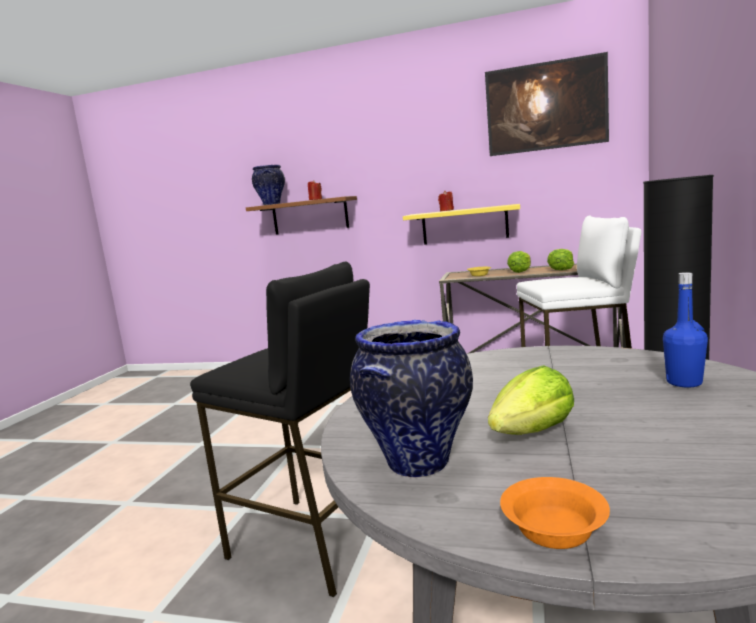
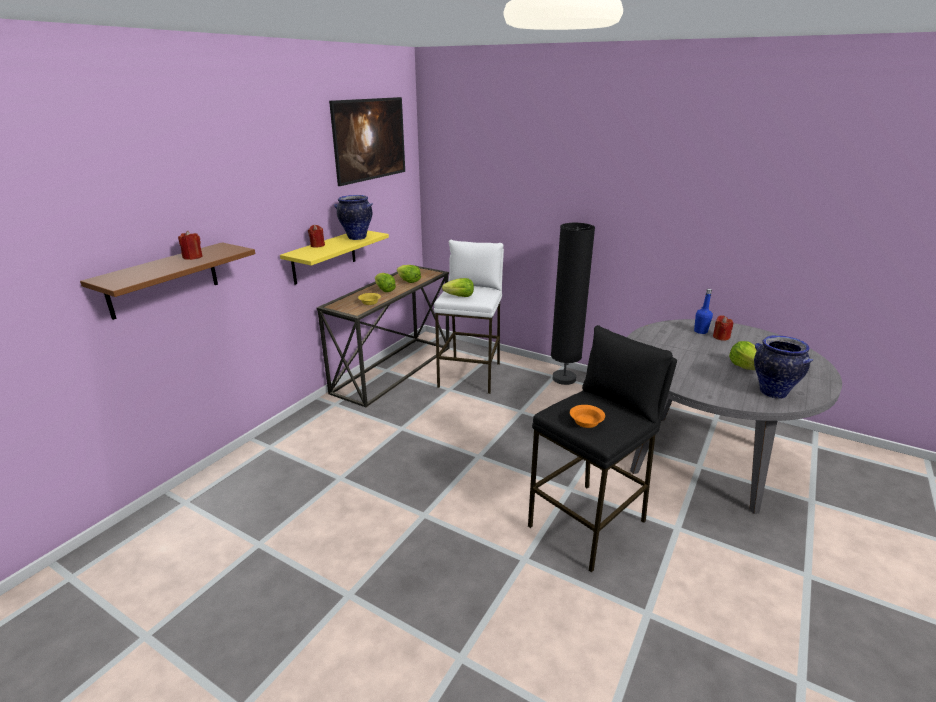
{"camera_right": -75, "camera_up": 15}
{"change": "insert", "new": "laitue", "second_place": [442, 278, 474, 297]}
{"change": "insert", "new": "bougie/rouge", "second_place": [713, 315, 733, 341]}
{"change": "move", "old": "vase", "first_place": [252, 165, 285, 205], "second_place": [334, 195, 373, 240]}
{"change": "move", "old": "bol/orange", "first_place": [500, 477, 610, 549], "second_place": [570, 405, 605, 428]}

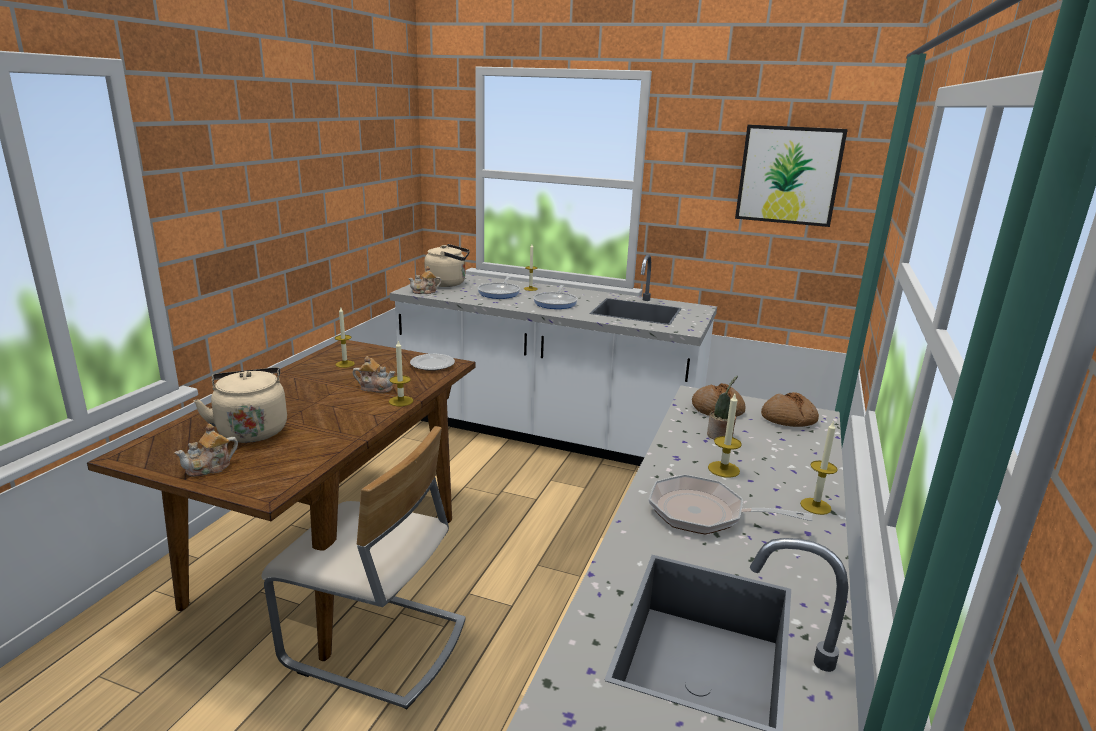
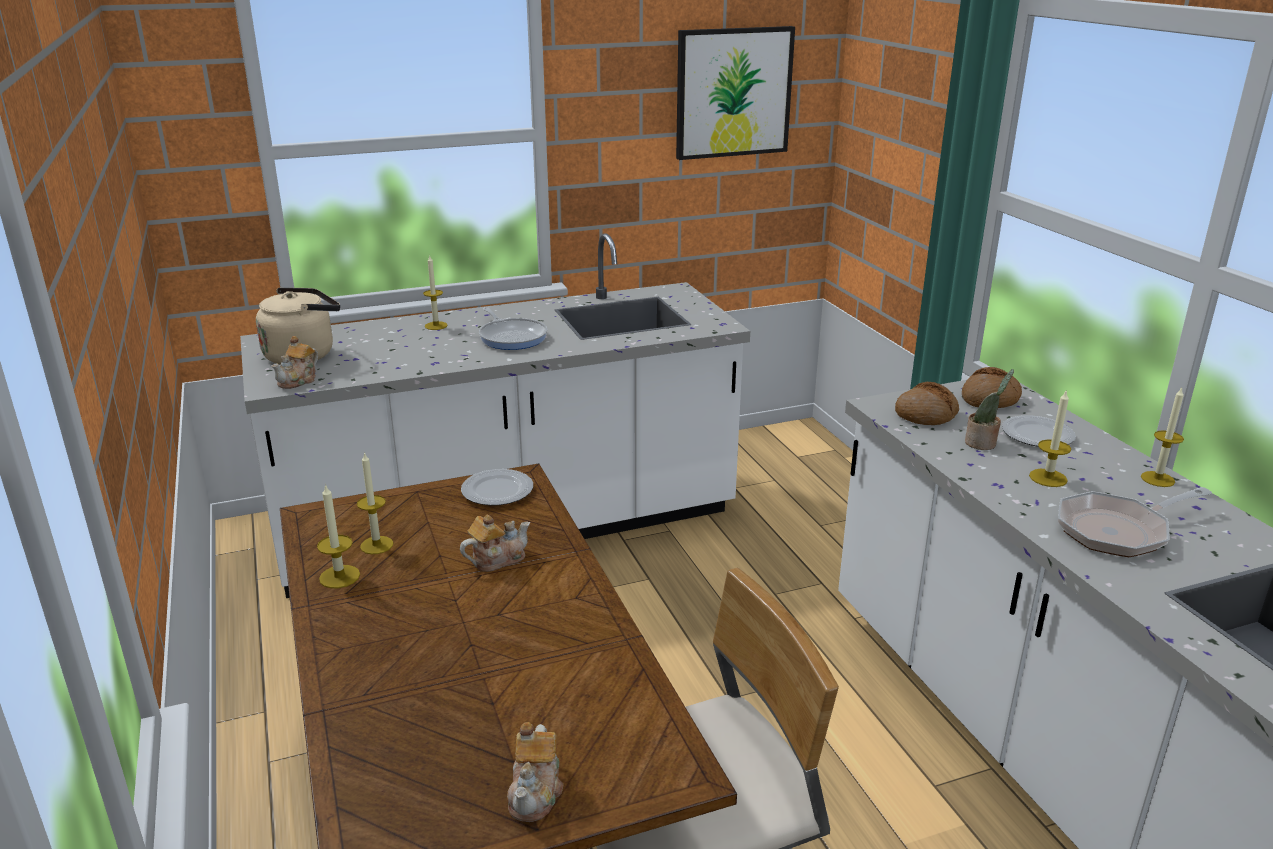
{"camera_right": -40, "camera_up": 5}
{"change": "delete", "old": "bouilloire/beige", "first_place": [193, 367, 287, 443]}
{"change": "delete", "old": "poêle", "first_place": [478, 276, 520, 299]}
{"change": "insert", "new": "assiette", "second_place": [1002, 415, 1076, 447]}
{"change": "move", "old": "bougie", "first_place": [389, 341, 413, 406], "second_place": [317, 484, 360, 588]}

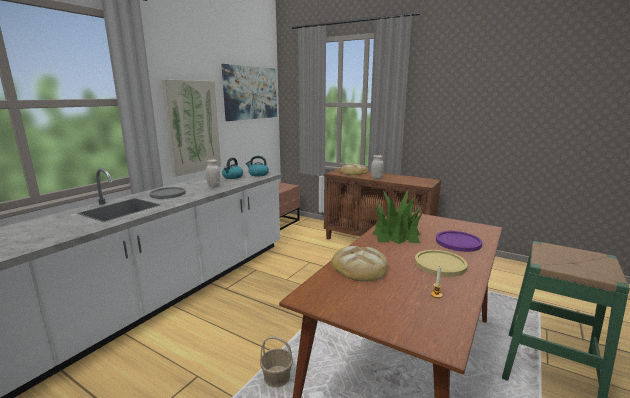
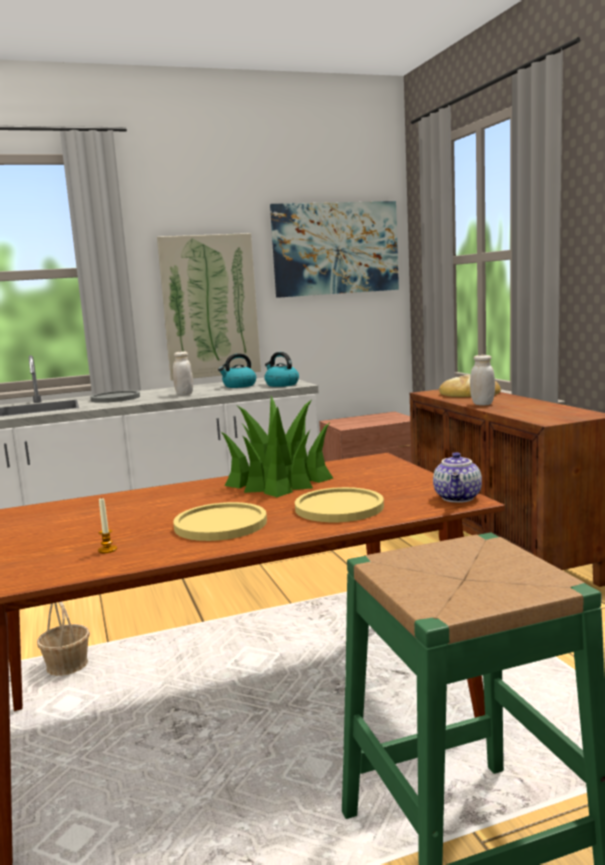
{"camera_right": 40, "camera_up": -5}
{"change": "delete", "old": "pain", "first_place": [331, 246, 388, 282]}
{"change": "insert", "new": "théière", "second_place": [433, 452, 482, 503]}
{"change": "recolor", "old": "assiette/violet", "new": "assiette/jaune", "first_place": [436, 231, 482, 252], "second_place": [295, 487, 384, 522]}

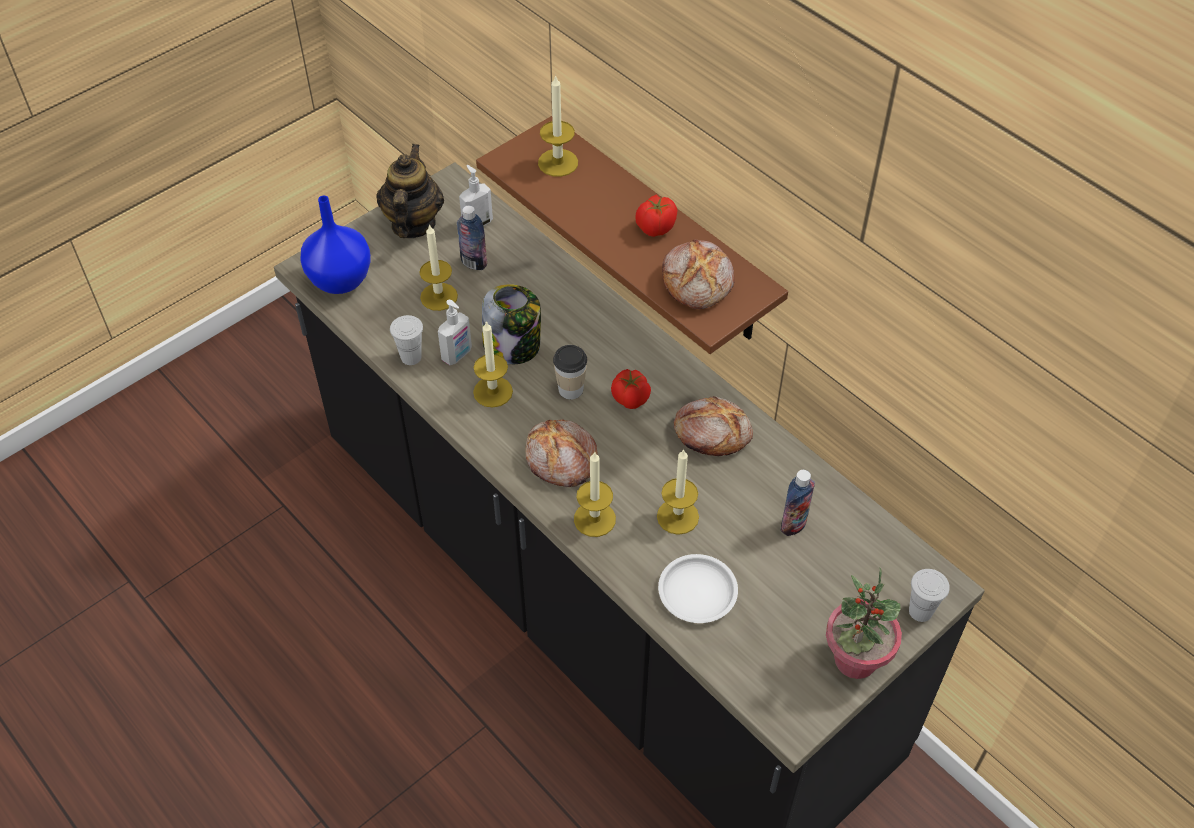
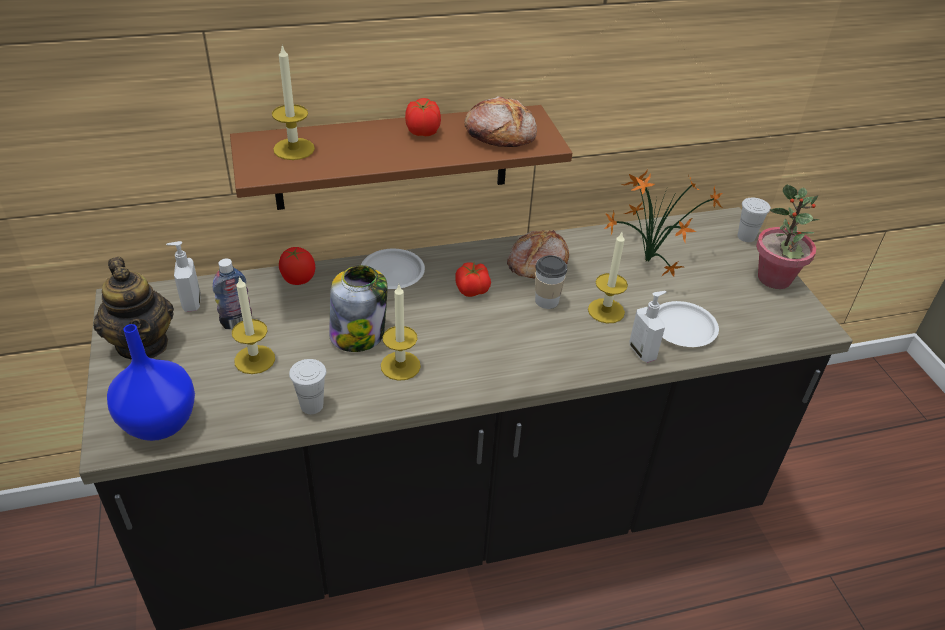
{"camera_right": -65, "camera_up": -10}
{"change": "delete", "old": "pain", "first_place": [526, 419, 598, 487]}
{"change": "delete", "old": "bougie", "first_place": [574, 451, 616, 537]}
{"change": "insert", "new": "tomate", "second_place": [279, 247, 315, 285]}
{"change": "insert", "new": "assiette/blanc", "second_place": [361, 249, 425, 289]}
{"change": "move", "old": "distributeur de savon", "first_place": [438, 300, 472, 365], "second_place": [629, 291, 667, 363]}
{"change": "move", "old": "tasse", "first_place": [553, 345, 587, 400], "second_place": [535, 255, 567, 309]}
{"change": "replace", "old": "bouteille", "new": "plante en pot", "first_place": [781, 470, 815, 536], "second_place": [604, 170, 723, 277]}
{"change": "rotate", "old": "théière", "first_place": [376, 144, 444, 238], "second_place": [93, 257, 174, 360], "degrees": -150}

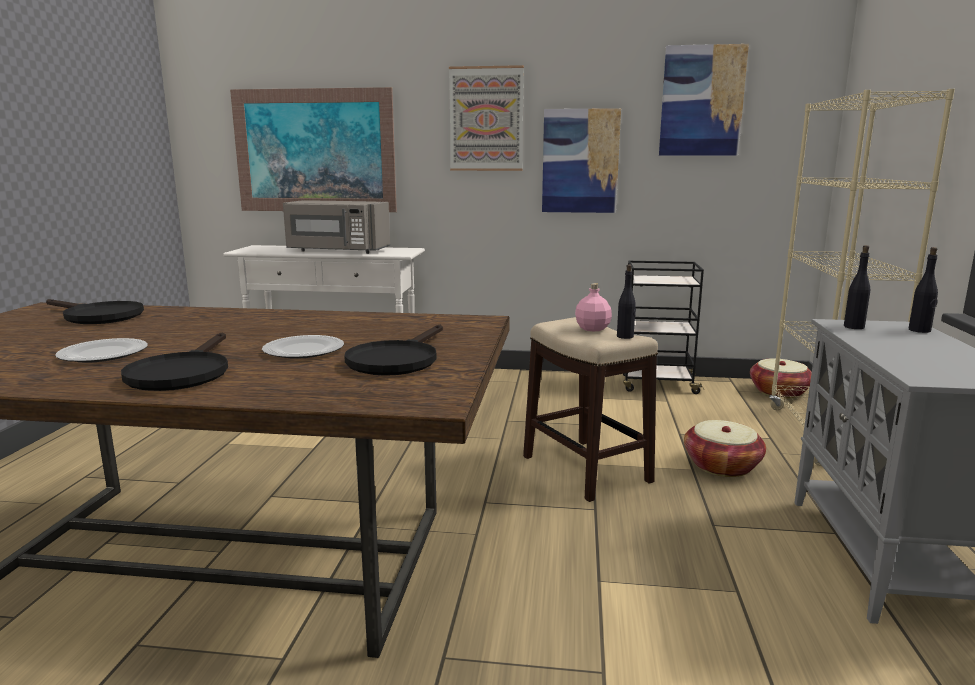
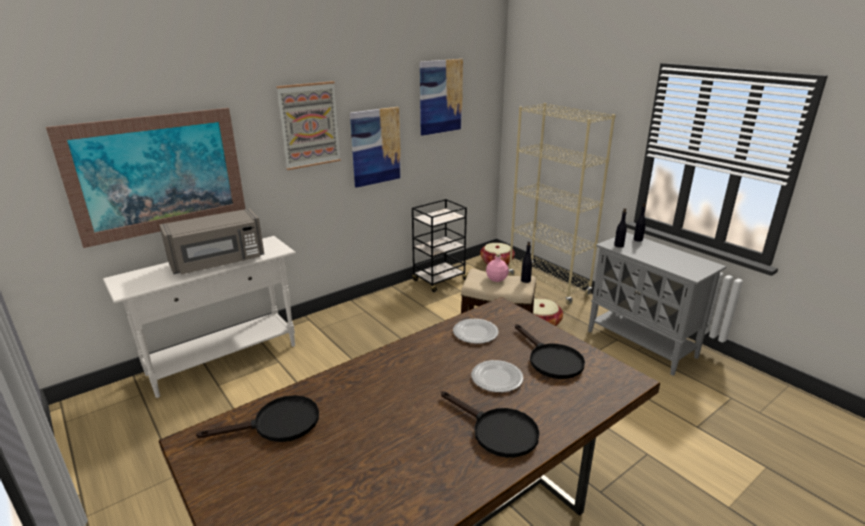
{"camera_right": -45, "camera_up": 10}
{"change": "move", "old": "assiette", "first_place": [55, 338, 148, 363], "second_place": [453, 319, 498, 344]}

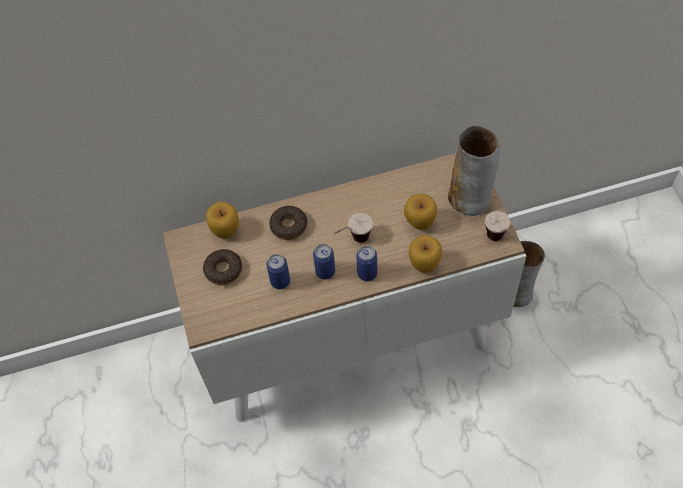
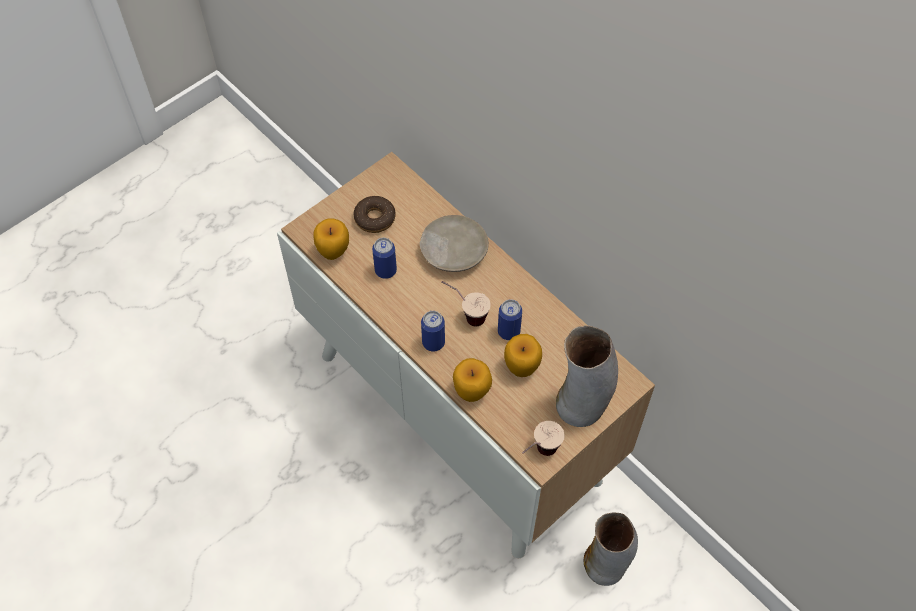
{"camera_right": 60, "camera_up": 0}
{"change": "move", "old": "pomme", "first_place": [206, 202, 239, 239], "second_place": [313, 218, 349, 260]}
{"change": "move", "old": "boîte métallique", "first_place": [313, 244, 335, 279], "second_place": [498, 299, 522, 340]}
{"change": "replace", "old": "beignet", "new": "assiette/beige", "first_place": [269, 206, 307, 240], "second_place": [420, 215, 489, 272]}

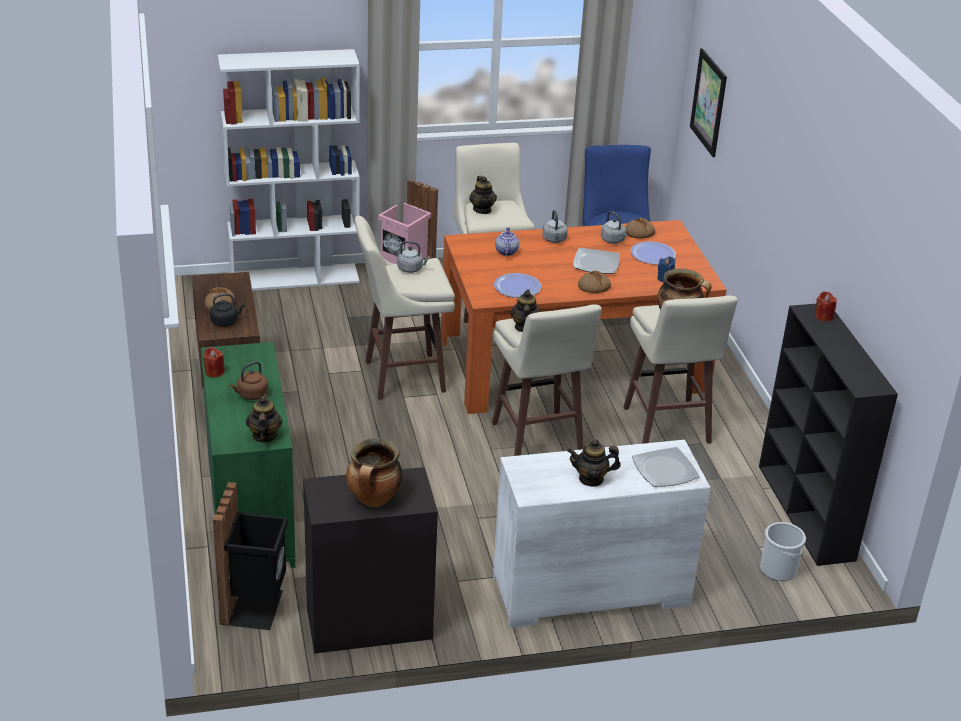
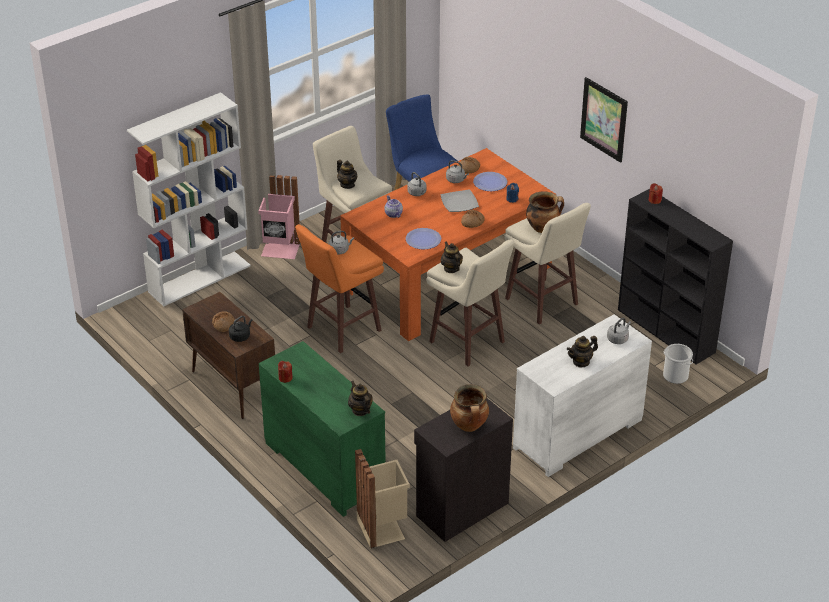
{"camera_right": -25, "camera_up": 5}
{"change": "delete", "old": "bouilloire/marron", "first_place": [230, 361, 268, 400]}
{"change": "move", "old": "tableau", "first_place": [690, 48, 727, 157], "second_place": [580, 77, 628, 163]}
{"change": "replace", "old": "assiette", "new": "bouilloire/gris", "first_place": [632, 447, 700, 487], "second_place": [607, 318, 631, 344]}
{"change": "recolor", "old": "poubelle/noir", "new": "poubelle/beige", "first_place": [213, 482, 288, 630], "second_place": [355, 449, 410, 549]}
{"change": "recolor", "old": "tabouret/beige", "new": "tabouret/orange", "first_place": [355, 216, 455, 400], "second_place": [295, 224, 384, 353]}

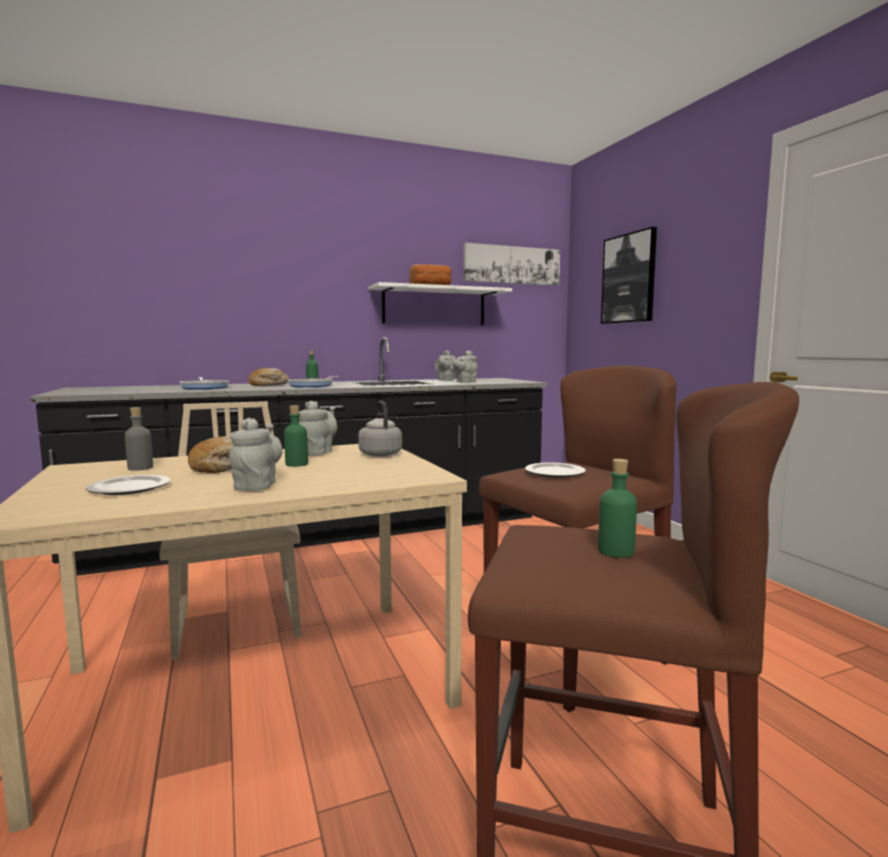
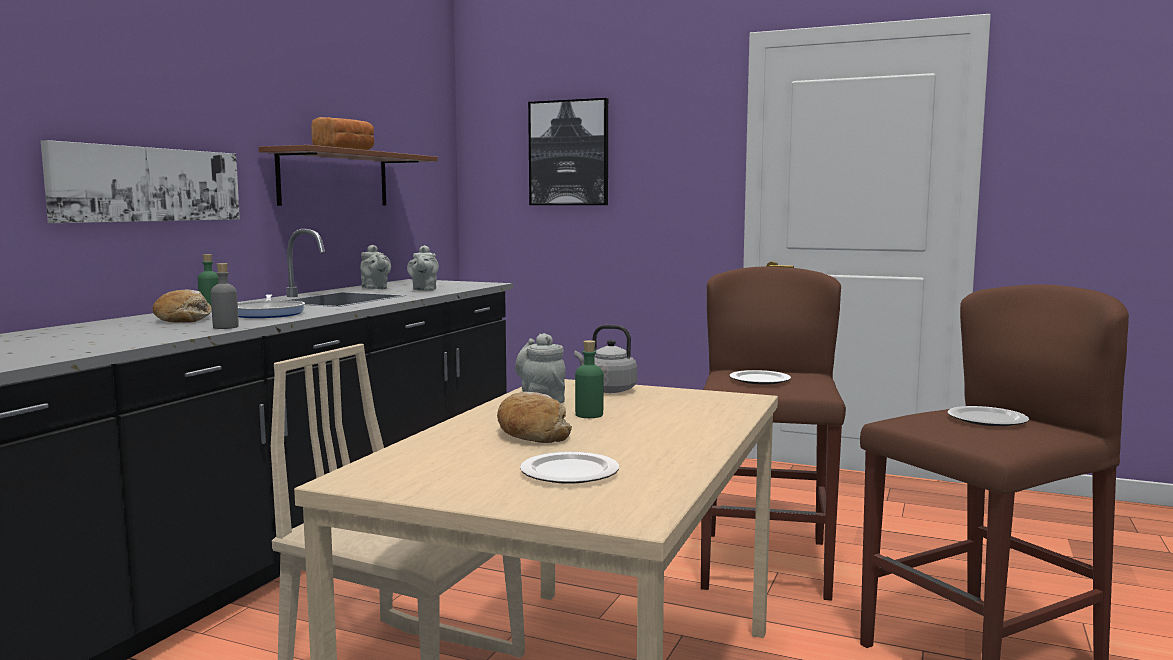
{"camera_right": -45, "camera_up": 0}
{"change": "delete", "old": "poêle", "first_place": [179, 377, 229, 389]}
{"change": "delete", "old": "théière/gris", "first_place": [229, 418, 283, 491]}
{"change": "move", "old": "bouteille/gris", "first_place": [125, 407, 153, 471], "second_place": [211, 263, 239, 329]}
{"change": "move", "old": "tableau", "first_place": [463, 243, 560, 286], "second_place": [41, 140, 240, 223]}
{"change": "replace", "old": "bouteille/vert", "new": "assiette", "first_place": [598, 459, 637, 558], "second_place": [948, 406, 1029, 426]}
{"change": "recolor", "old": "étagère/blanc", "new": "étagère/marron", "first_place": [368, 282, 512, 325], "second_place": [259, 145, 438, 206]}

